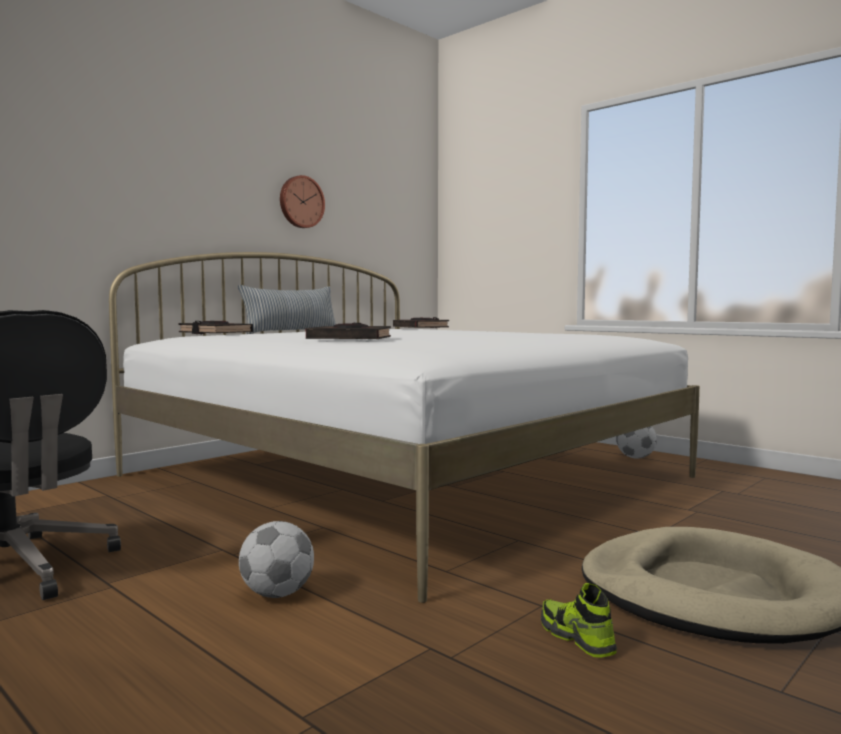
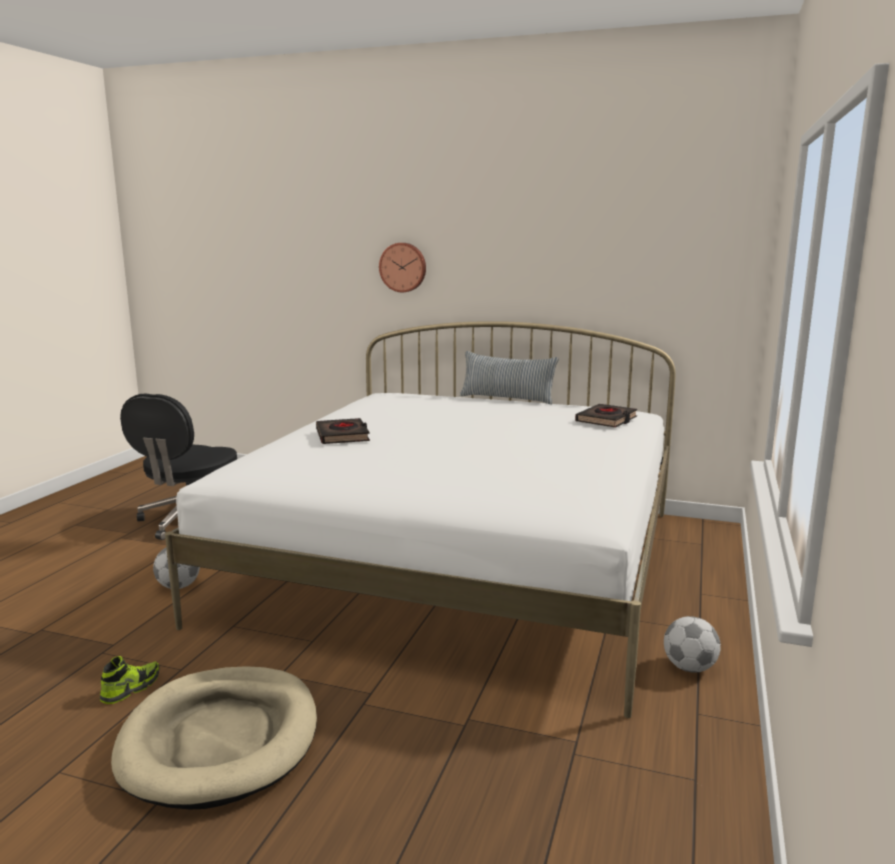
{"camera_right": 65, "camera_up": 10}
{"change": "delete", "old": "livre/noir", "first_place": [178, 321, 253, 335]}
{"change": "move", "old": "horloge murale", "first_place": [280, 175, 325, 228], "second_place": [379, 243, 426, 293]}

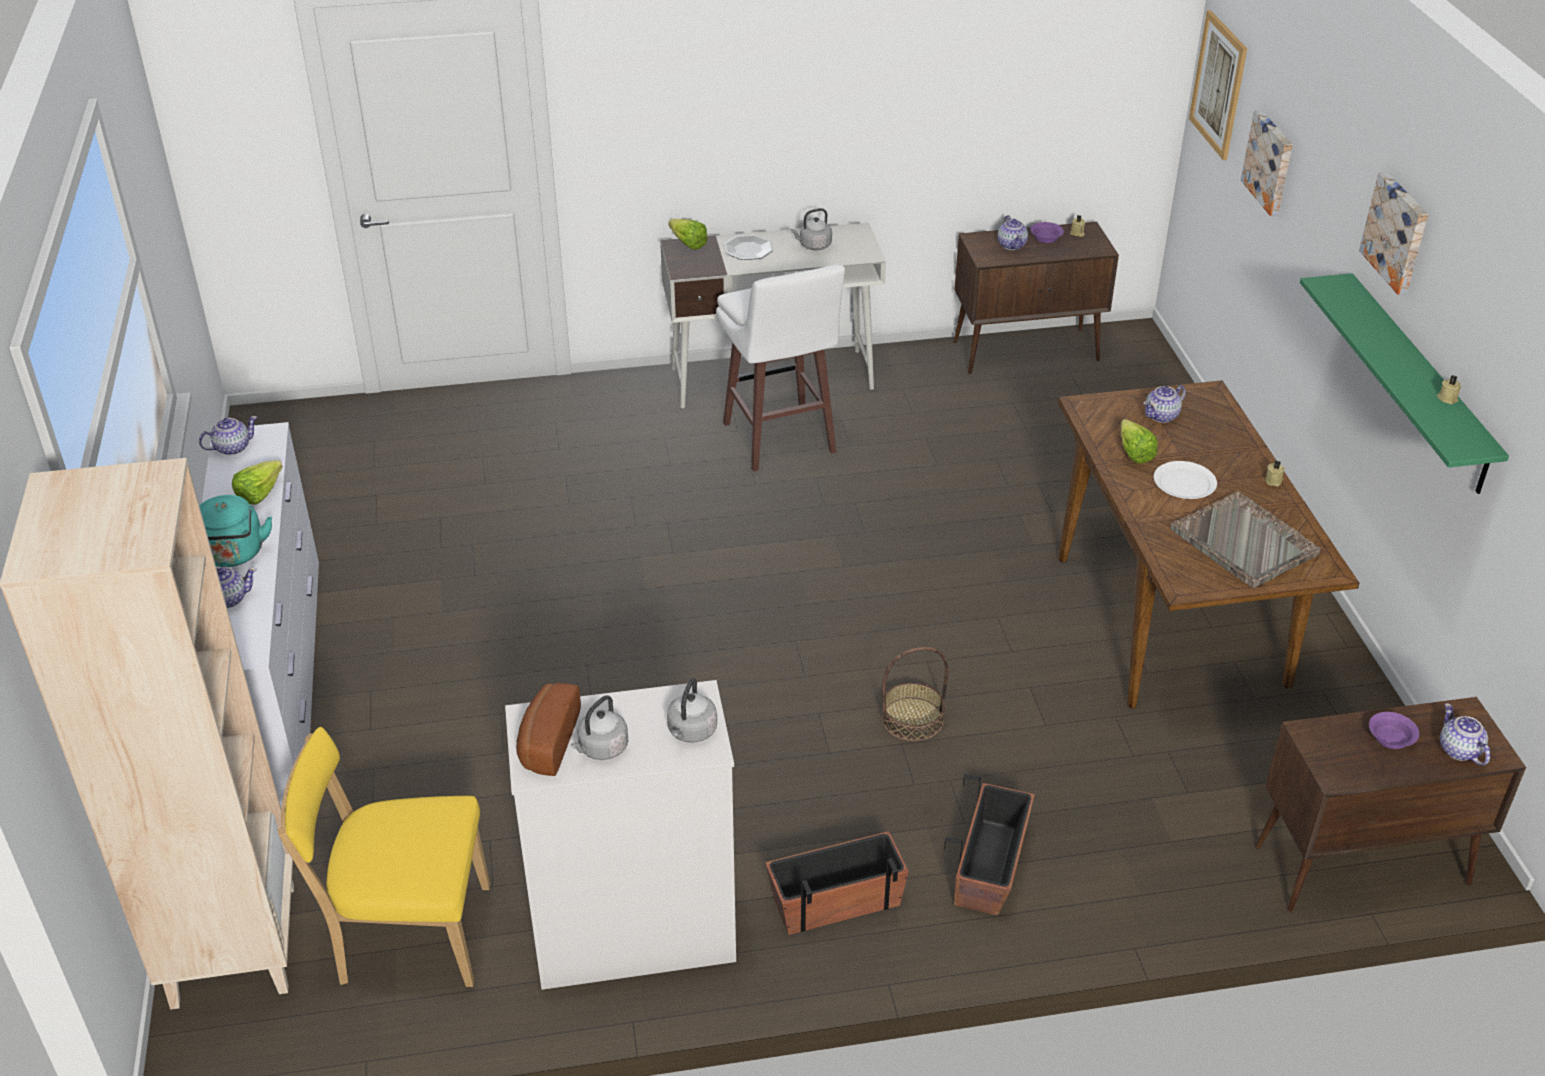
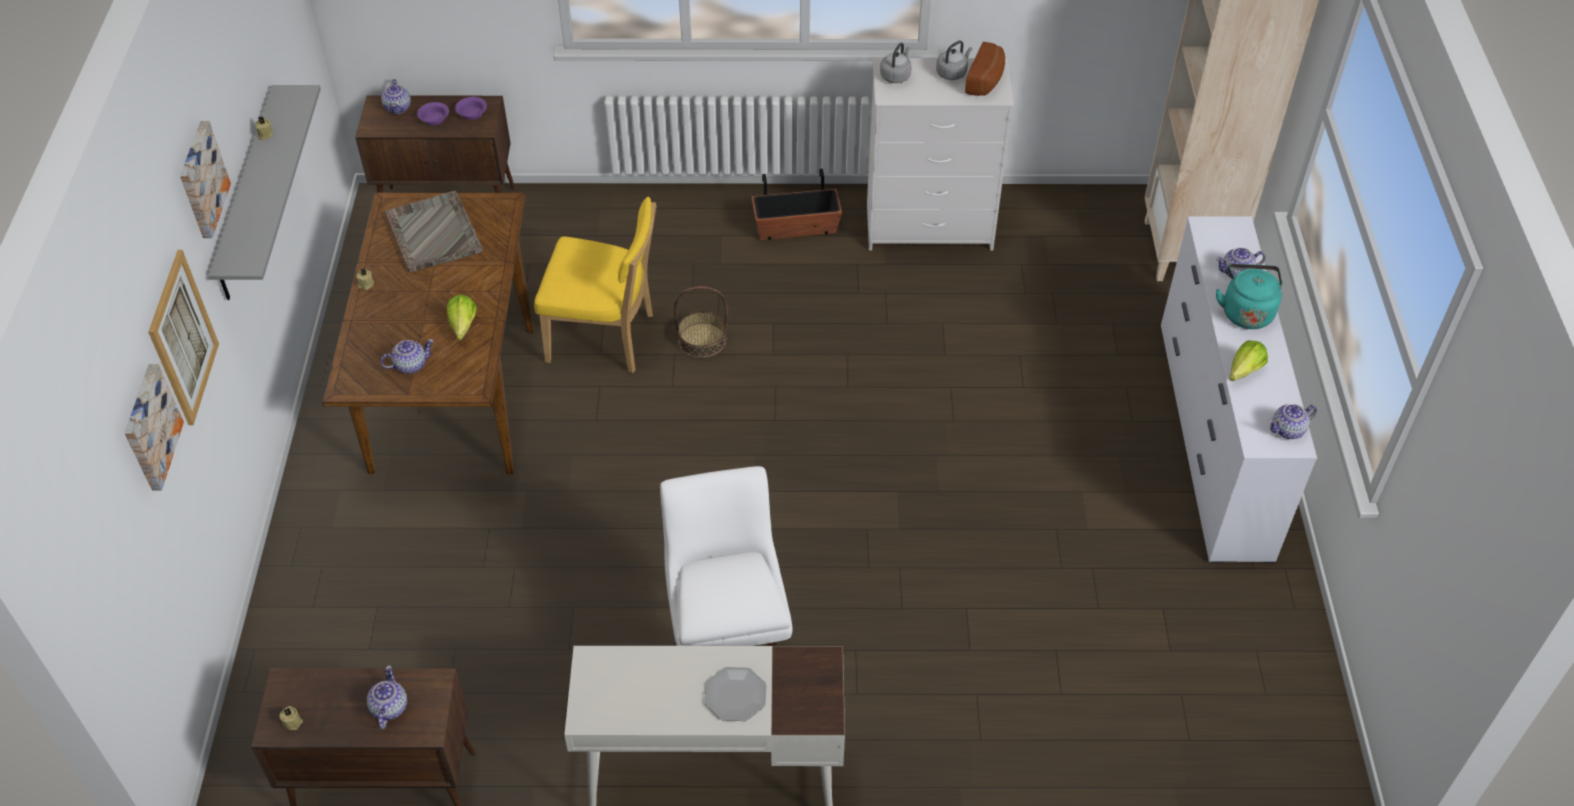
{"camera_right": -170, "camera_up": 10}
{"change": "delete", "old": "laitue", "first_place": [668, 219, 708, 250]}
{"change": "delete", "old": "bouilloire/gris", "first_place": [791, 208, 832, 250]}
{"change": "delete", "old": "cache-pot", "first_place": [944, 774, 1035, 915]}
{"change": "delete", "old": "assiette/blanc", "first_place": [1154, 461, 1217, 499]}
{"change": "move", "old": "chaise/jaune", "first_place": [278, 727, 490, 987], "second_place": [534, 197, 657, 373]}
{"change": "move", "old": "bol/violet", "first_place": [1030, 222, 1064, 243], "second_place": [455, 97, 487, 120]}
{"change": "move", "old": "tableau", "first_place": [1189, 10, 1247, 160], "second_place": [148, 250, 219, 425]}
{"change": "recolor", "old": "étagère/vert", "new": "étagère/gris", "first_place": [1300, 273, 1509, 494], "second_place": [208, 85, 321, 300]}

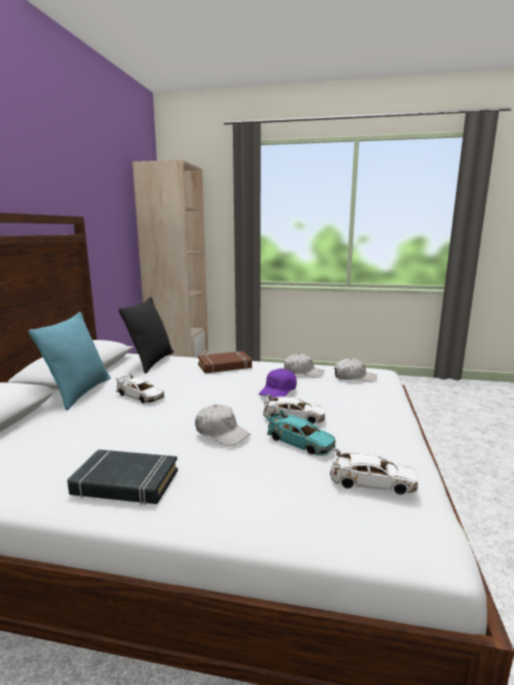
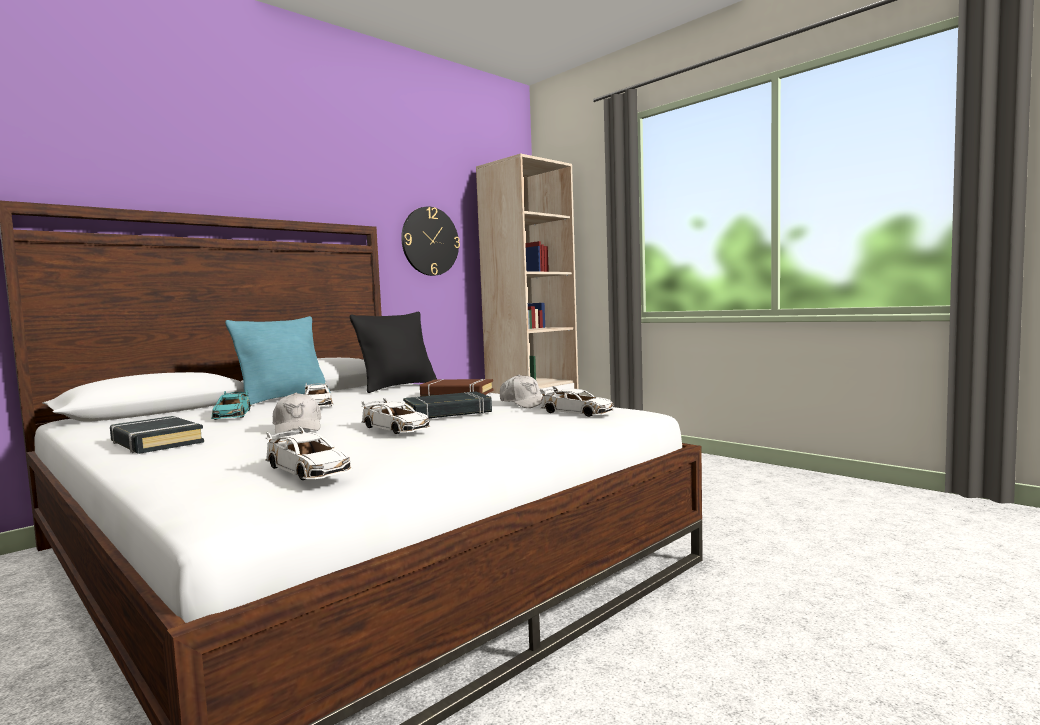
{"camera_right": 35, "camera_up": -10}
{"change": "insert", "new": "horloge murale", "second_place": [401, 206, 460, 276]}
{"change": "move", "old": "petite voiture/turquoise", "first_place": [267, 409, 336, 456], "second_place": [211, 390, 251, 420]}
{"change": "replace", "old": "casquette/violet", "new": "livre/noir", "first_place": [259, 368, 297, 398], "second_place": [403, 391, 492, 418]}
{"change": "replace", "old": "casquette/blanc", "new": "petite voiture/blanc", "first_place": [334, 358, 377, 382], "second_place": [540, 386, 614, 417]}

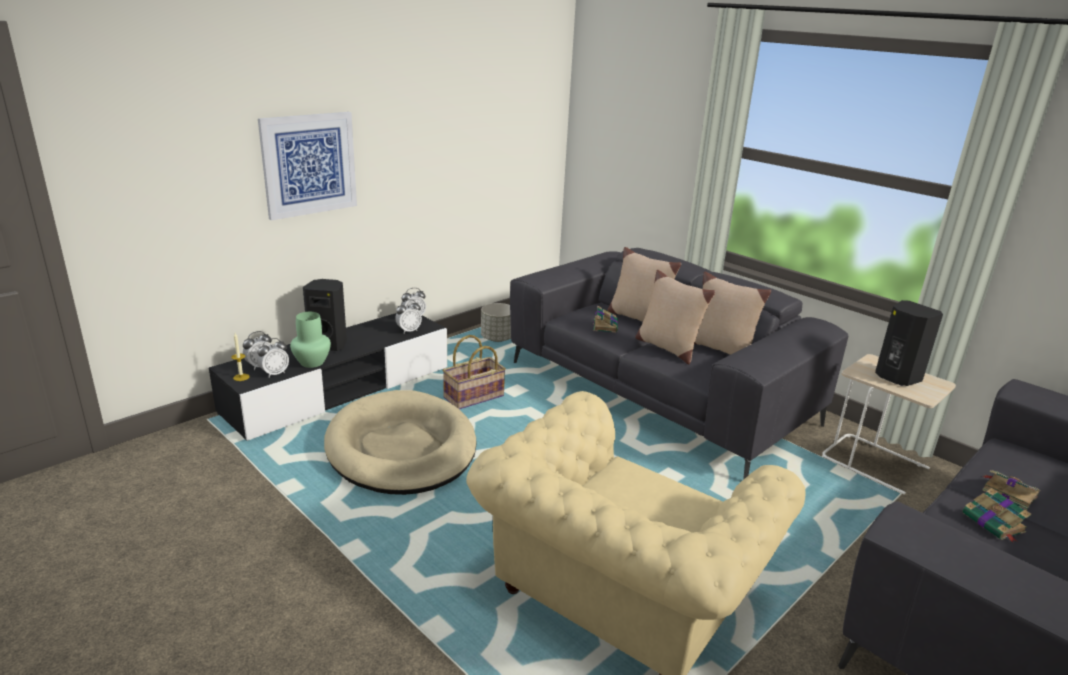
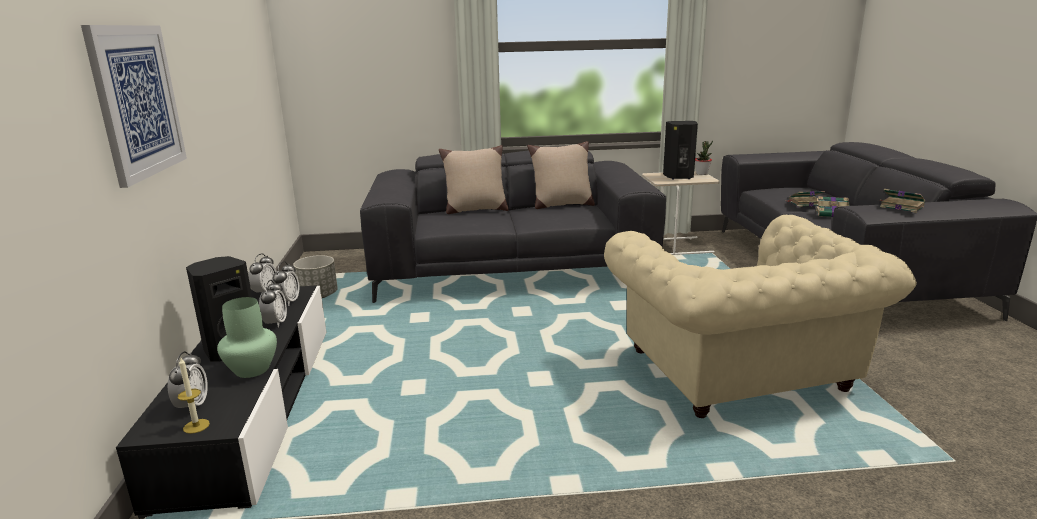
{"camera_right": -50, "camera_up": -5}
{"change": "delete", "old": "panier pour chien/beige", "first_place": [324, 390, 477, 495]}
{"change": "delete", "old": "panier", "first_place": [442, 335, 506, 409]}
{"change": "delete", "old": "coussin/beige", "first_place": [636, 270, 715, 364]}
{"change": "insert", "new": "plante en pot", "second_place": [695, 141, 713, 175]}
{"change": "move", "old": "réveil", "first_place": [257, 338, 289, 377], "second_place": [259, 280, 287, 327]}
{"change": "move", "old": "livre", "first_place": [593, 306, 618, 333], "second_place": [879, 189, 925, 213]}

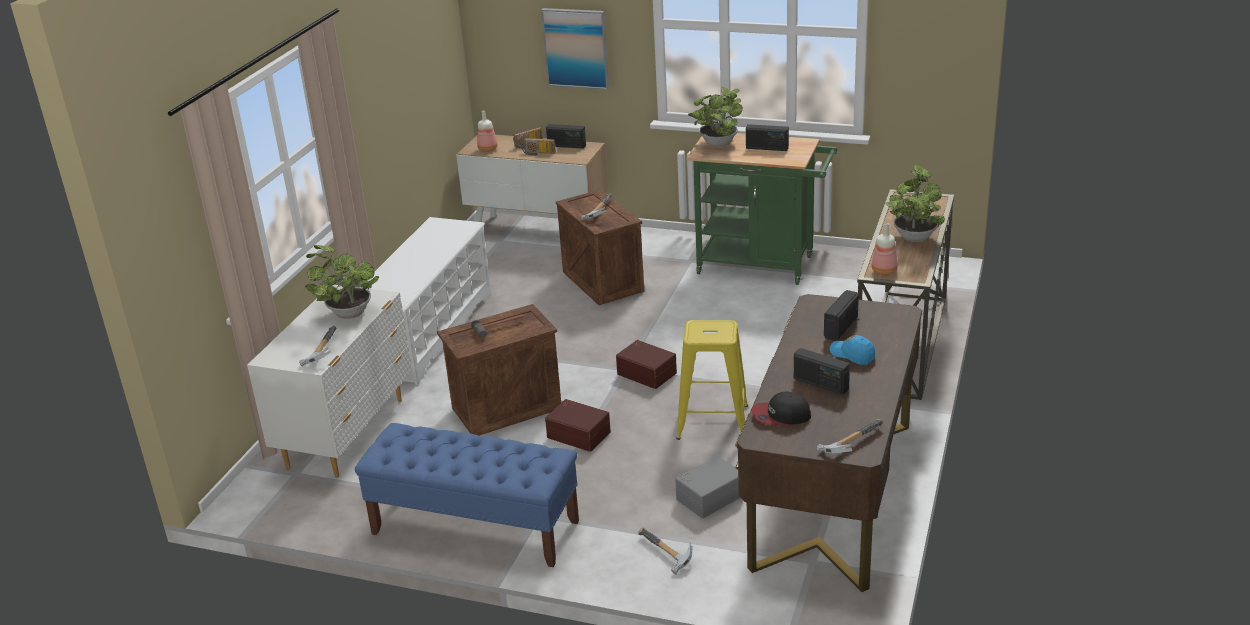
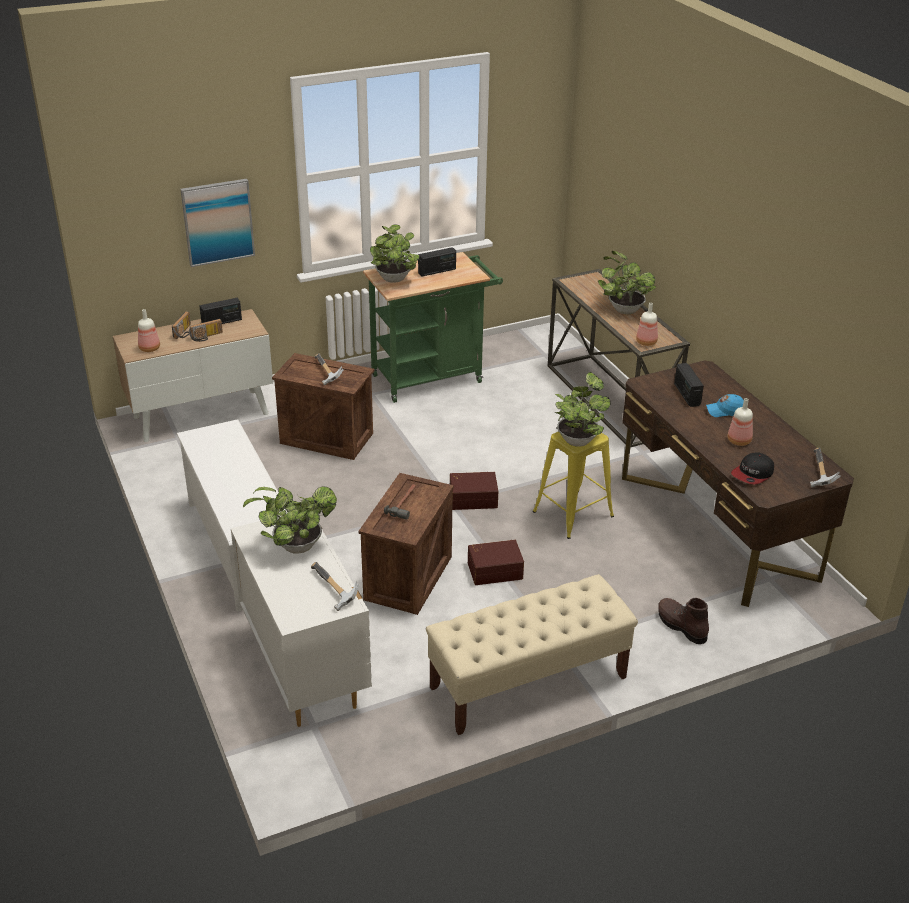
{"camera_right": -45, "camera_up": 5}
{"change": "delete", "old": "boîte de rangement/gris", "first_place": [675, 456, 740, 518]}
{"change": "insert", "new": "plante en pot", "second_place": [555, 372, 611, 447]}
{"change": "replace", "old": "marteau", "new": "botte/marron", "first_place": [638, 528, 693, 574], "second_place": [658, 598, 709, 644]}
{"change": "replace", "old": "radio", "new": "bouteille", "first_place": [794, 348, 850, 395], "second_place": [728, 398, 753, 446]}
{"change": "recolor", "old": "banc/bleu", "new": "banc/beige", "first_place": [355, 423, 579, 567], "second_place": [426, 574, 638, 735]}

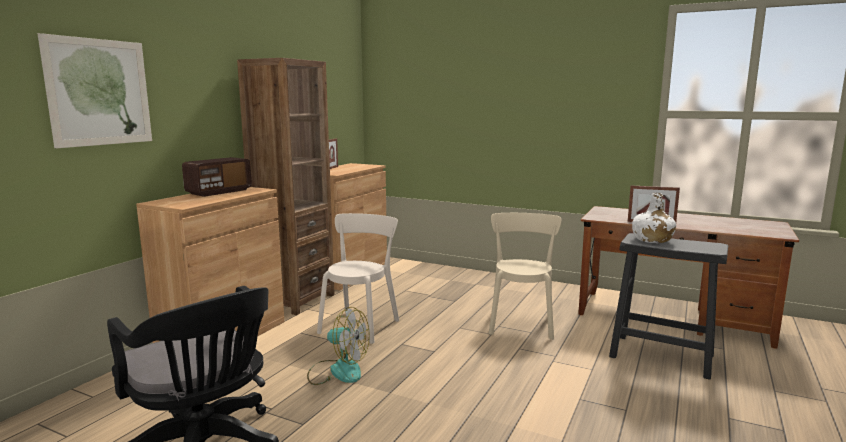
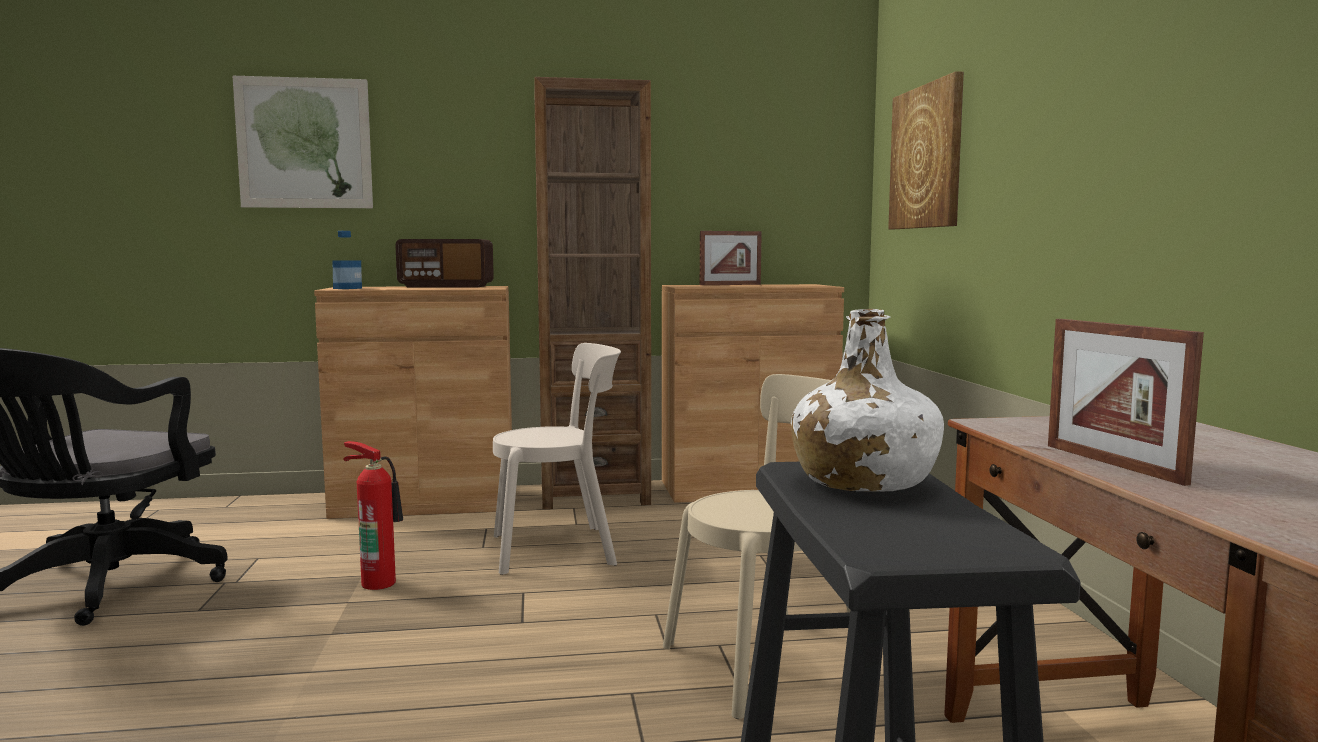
{"camera_right": 55, "camera_up": -5}
{"change": "insert", "new": "bouteille", "second_place": [332, 231, 362, 289]}
{"change": "insert", "new": "tableau", "second_place": [888, 71, 964, 229]}
{"change": "replace", "old": "ventilateur", "new": "extincteur", "first_place": [307, 307, 370, 385], "second_place": [343, 441, 403, 590]}

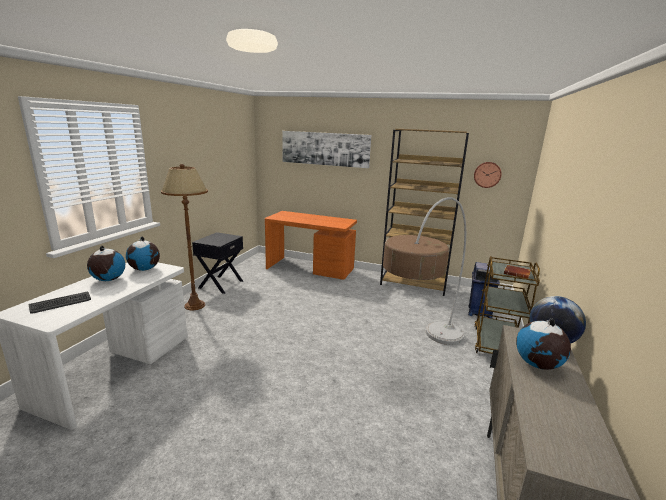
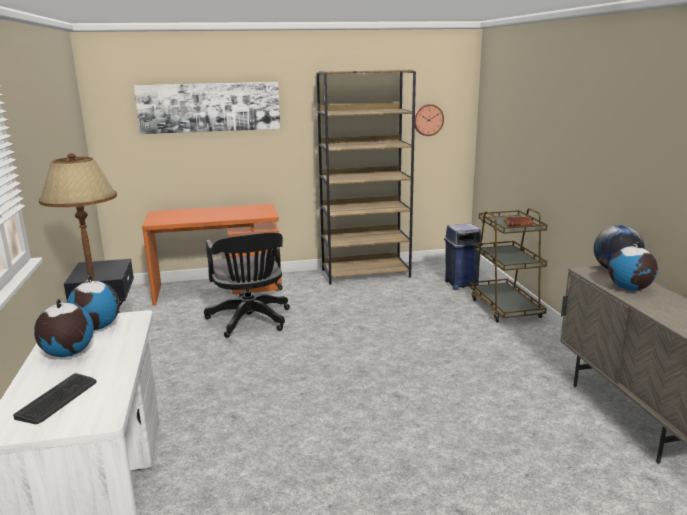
{"camera_right": -30, "camera_up": 0}
{"change": "delete", "old": "lampadaire", "first_place": [383, 197, 466, 345]}
{"change": "insert", "new": "chaise de bureau/noir", "second_place": [204, 232, 290, 338]}

